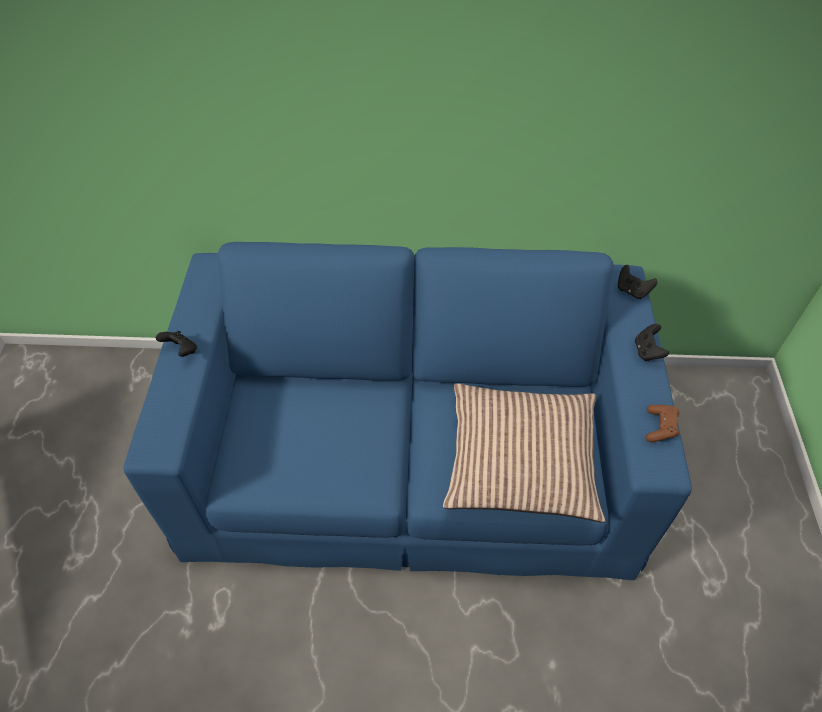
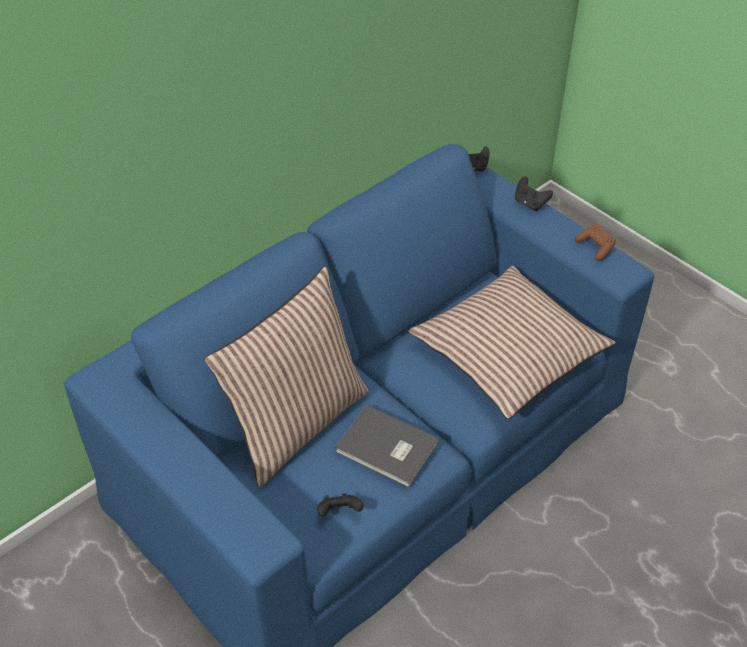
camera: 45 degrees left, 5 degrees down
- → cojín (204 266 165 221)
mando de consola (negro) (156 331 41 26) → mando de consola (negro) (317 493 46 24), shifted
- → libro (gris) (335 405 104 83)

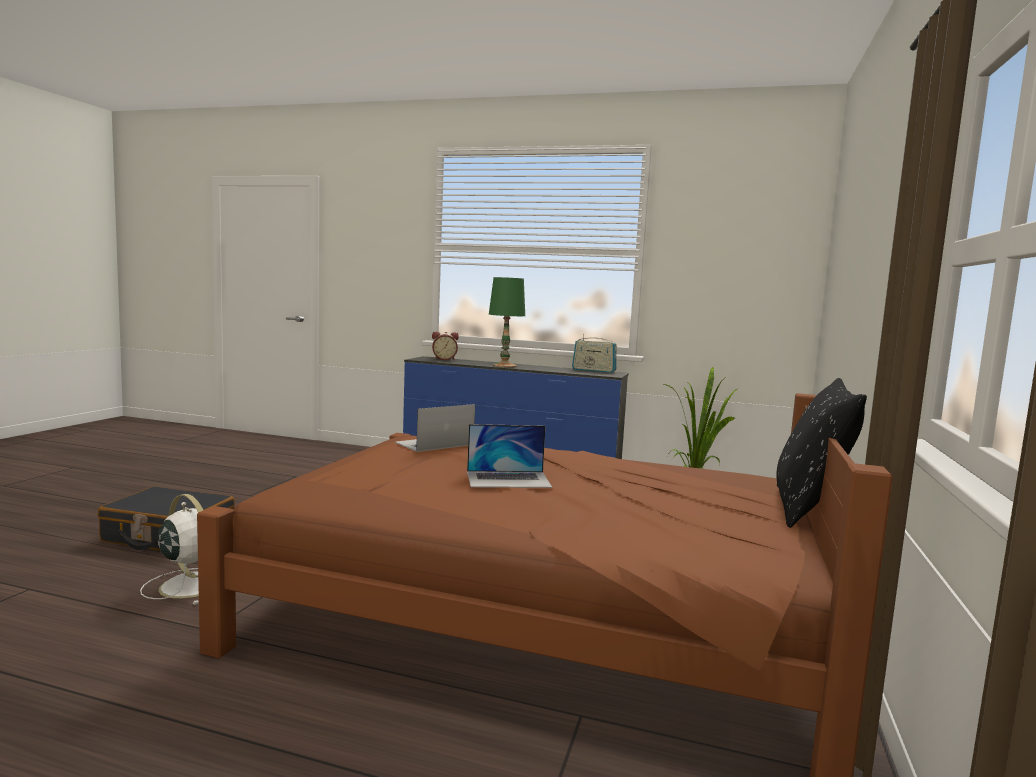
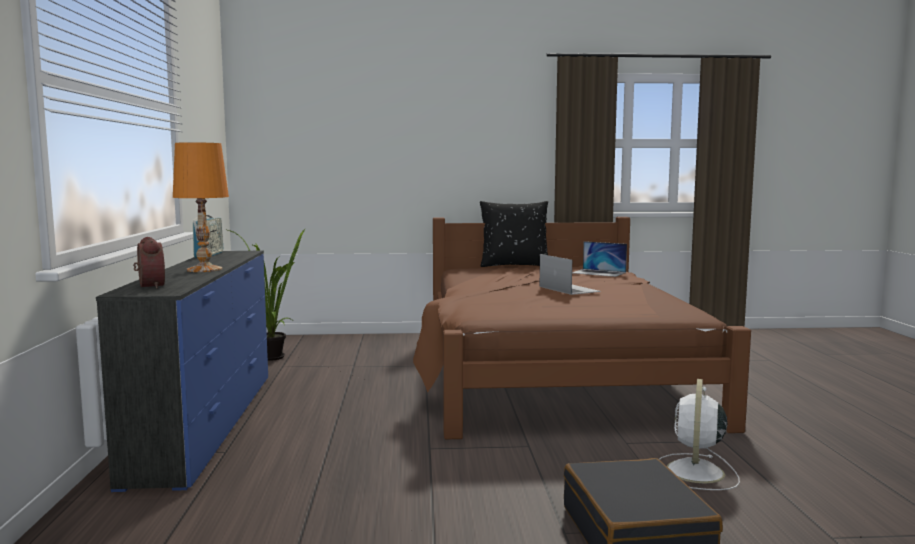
camera: 110 degrees left, 0 degrees up
lámpara de mesa (verde) (489 277 36 90) → lámpara de mesa (naranja) (173 142 56 130)
portátil (395 404 80 48) → portátil (572 241 55 36), shifted

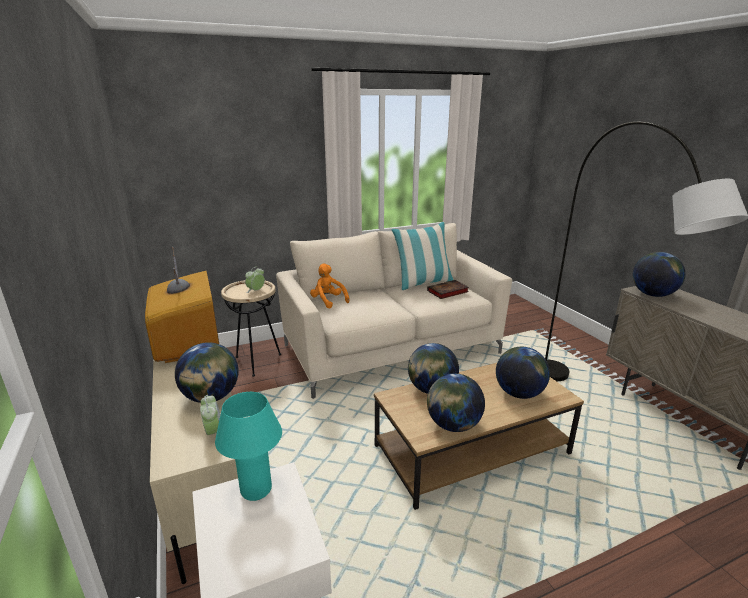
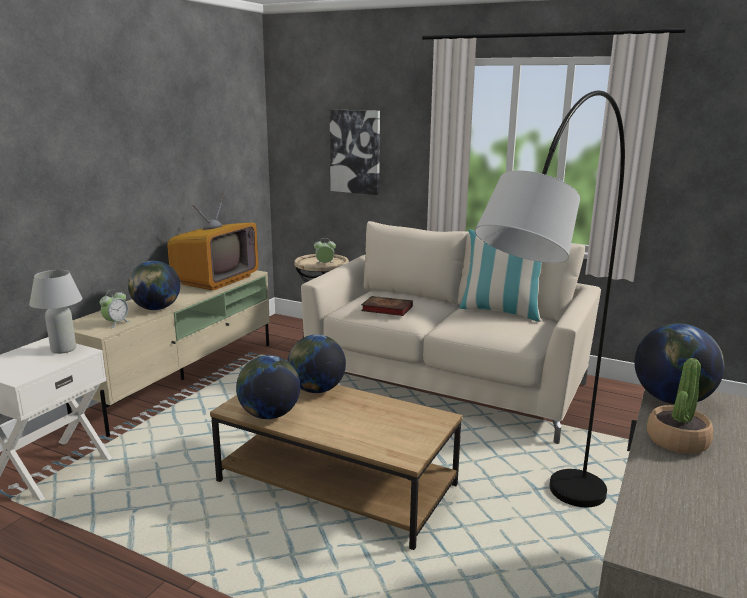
camera: 50 degrees right, 5 degrees down
lámpara de mesa (turquesa) (215 392 67 109) → lámpara de mesa (blanco) (29 270 53 84)
- → cuadro (330 109 50 86)
libro (427 280 42 19) → libro (361 296 52 20), shifted
- → planta en maceta (647 358 66 96)
peluche (naranja) (310 264 40 44) → -
globo terráqueo (496 347 54 52) → -

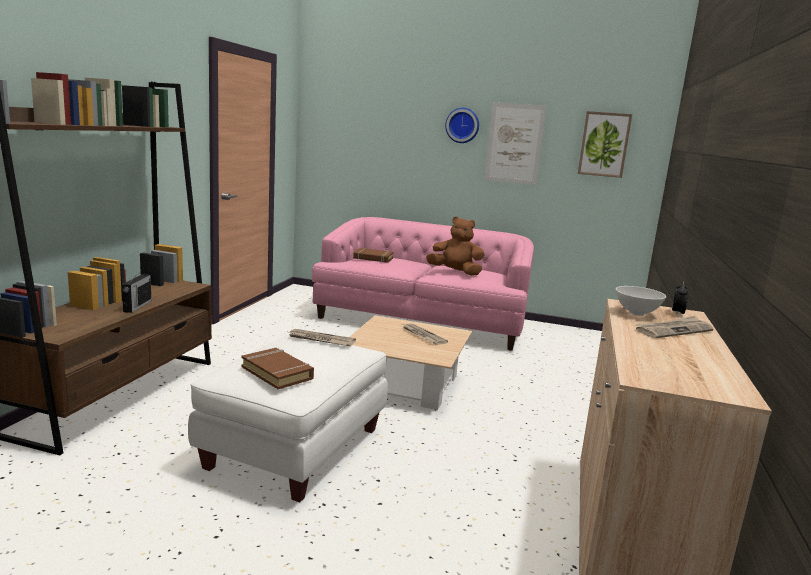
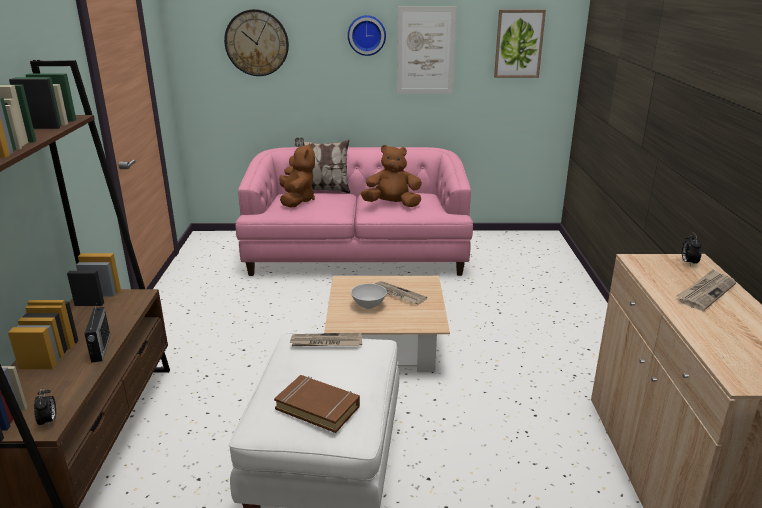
camera: 15 degrees left, 10 degrees up
- → despertador (34 388 22 39)
- → reloj de pared (224 9 65 67)
libro (marrón) (353 248 41 15) → peluche (marrón) (279 143 36 64)
- → cojín (295 138 55 55)
cuenco (blanco) (616 286 50 30) → cuenco (blanco) (351 283 36 26), shifted

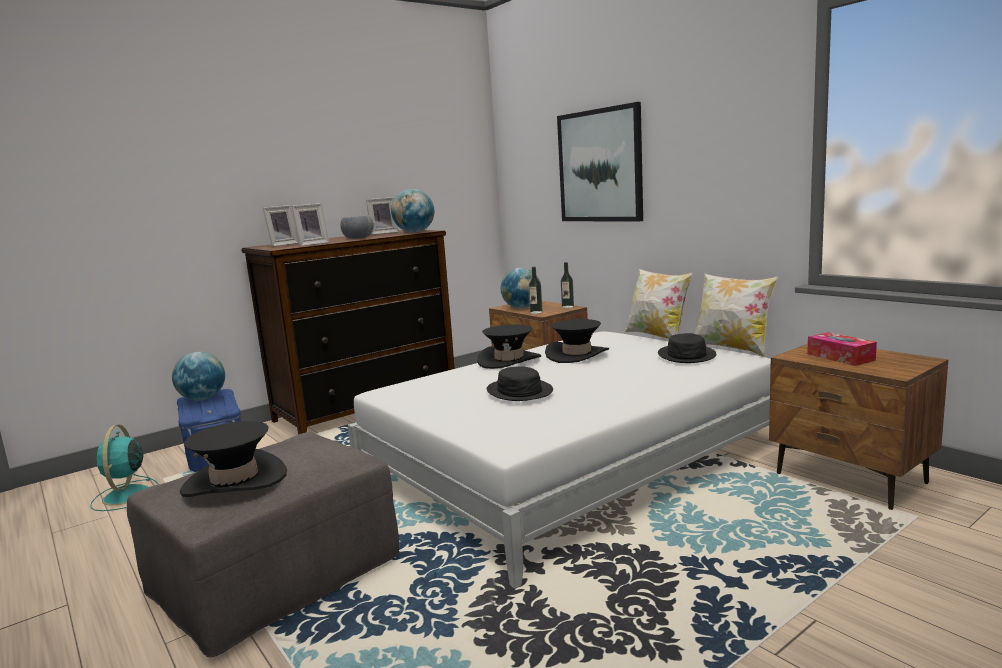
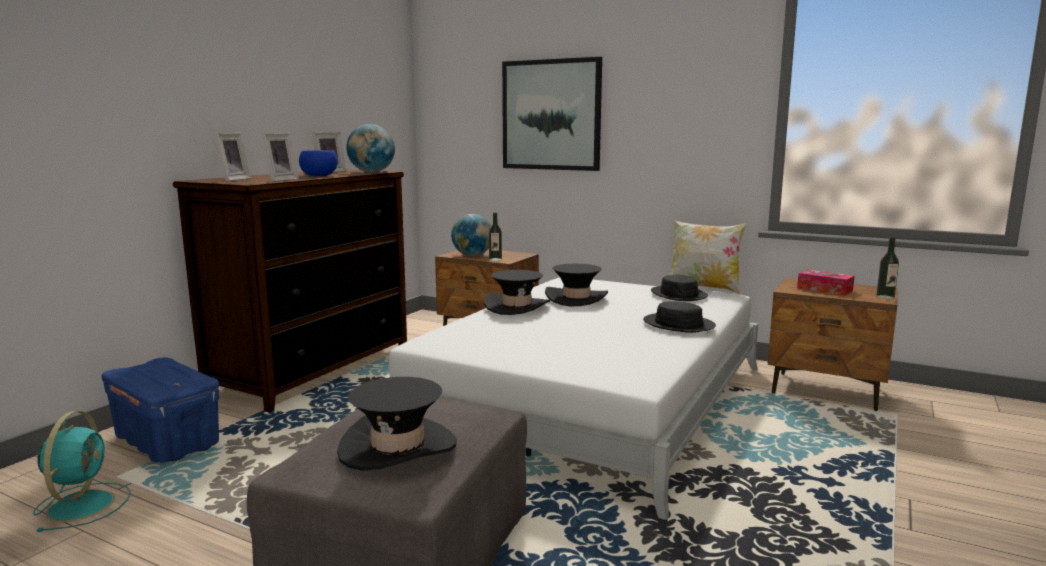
camera: 25 degrees left, 0 degrees up
ventilador (turquesa) (90 425 69 86) → ventilador (turquesa) (33 411 98 121), 150 degrees counterclockwise
cuenco (gris) (340 215 34 24) → cuenco (azul) (299 150 39 26)
sombrero (negro) (487 366 66 35) → sombrero (negro) (643 301 73 32), shifted
botella (561 262 13 46) → botella (876 237 23 62), shifted
globo terráqueo (172 352 53 48) → -
cojín (624 269 69 70) → -

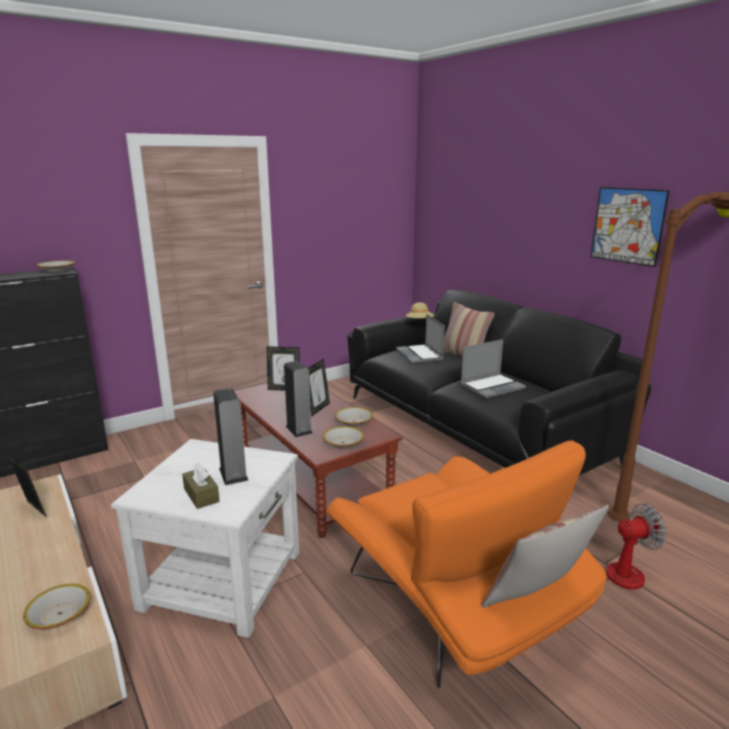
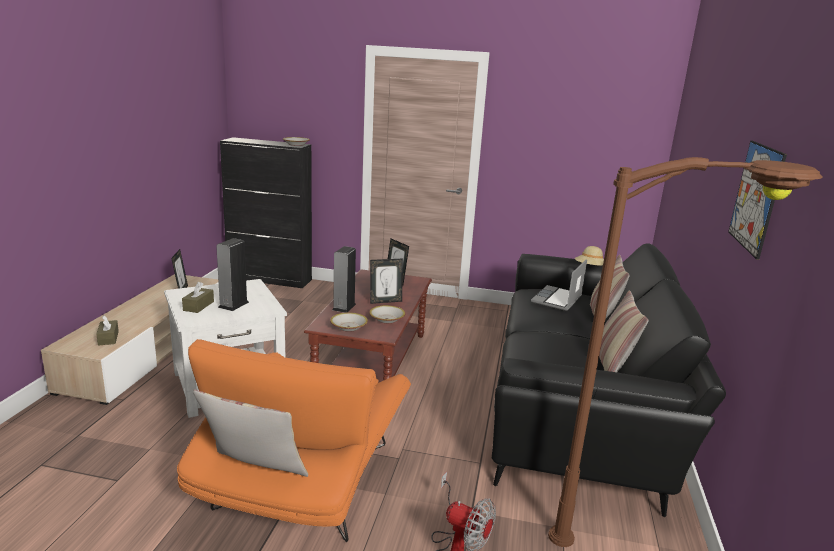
camera: 45 degrees right, 0 degrees up
cuenco (23 584 67 45) → caja de pañuelos (marrón) (96 316 23 30)
- → cojín (599 290 50 82)
portátil (460 339 66 60) → -

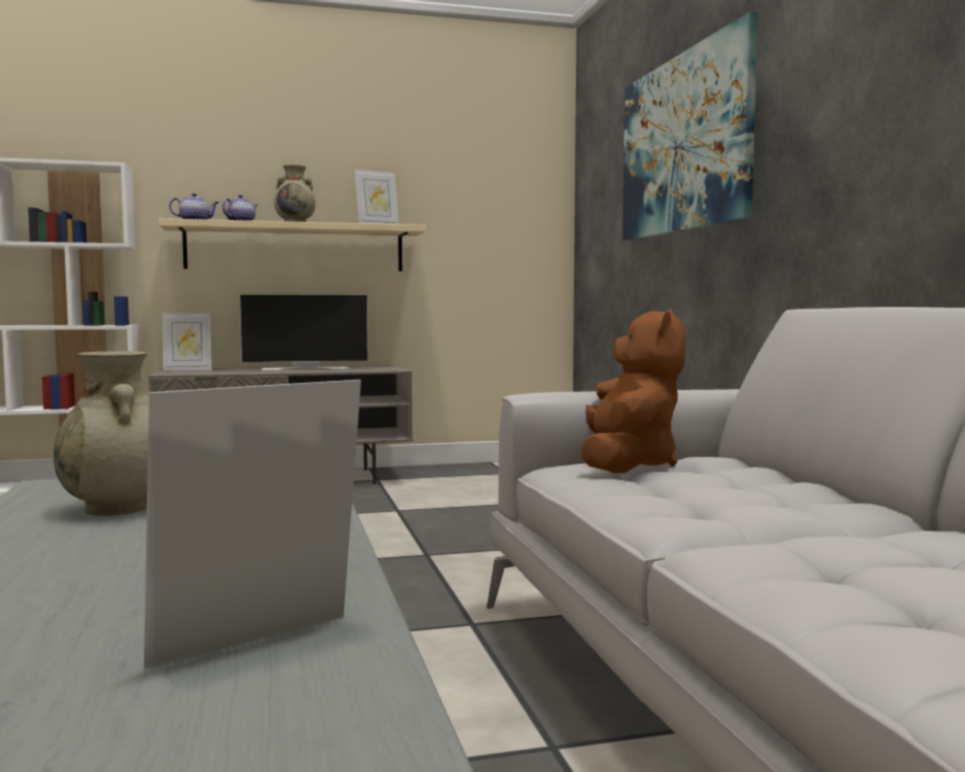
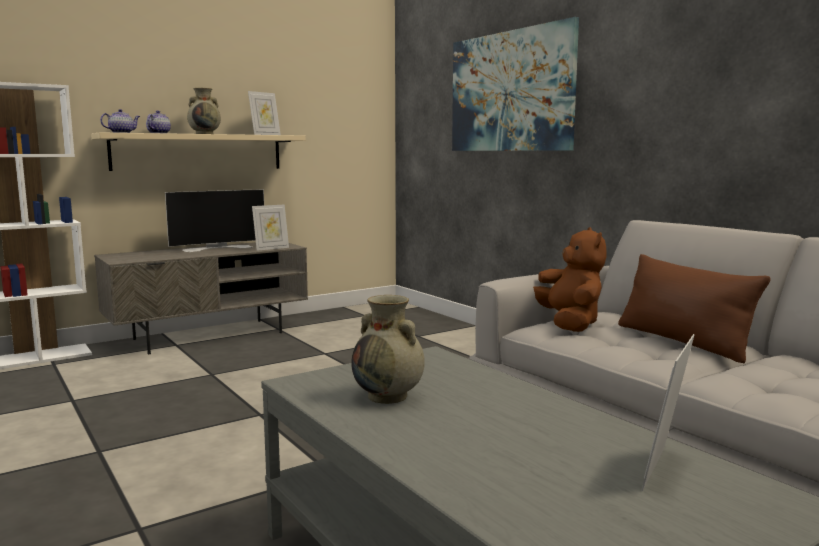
camera: 20 degrees left, 5 degrees up
portarretratos (162 313 50 58) → portarretratos (252 204 37 47), shifted
- → cojín (marrón) (618 254 153 110)

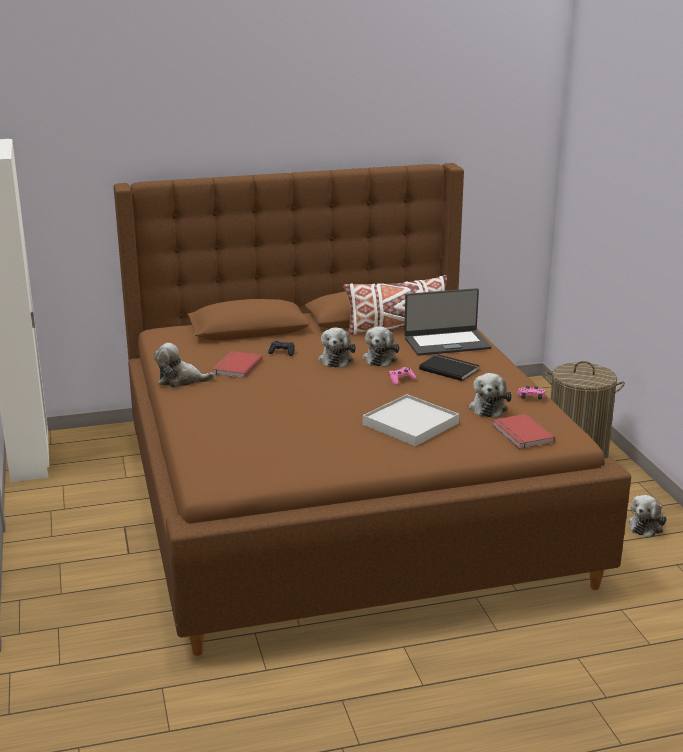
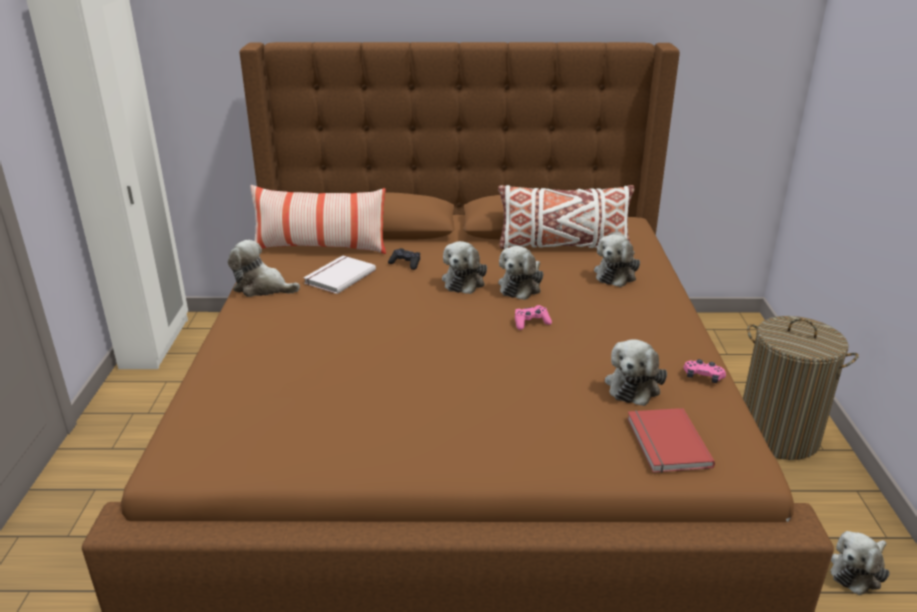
camera: 15 degrees right, 5 degrees up
- → cojín (251 185 135 69)
libro (rojo) (212 351 51 27) → libro (blanco) (304 256 72 38)
portátil (404 288 88 68) → peluche (594 234 46 53)
bandeja (blanco) (363 394 96 52) → -
libro (negro) (419 354 60 27) → -

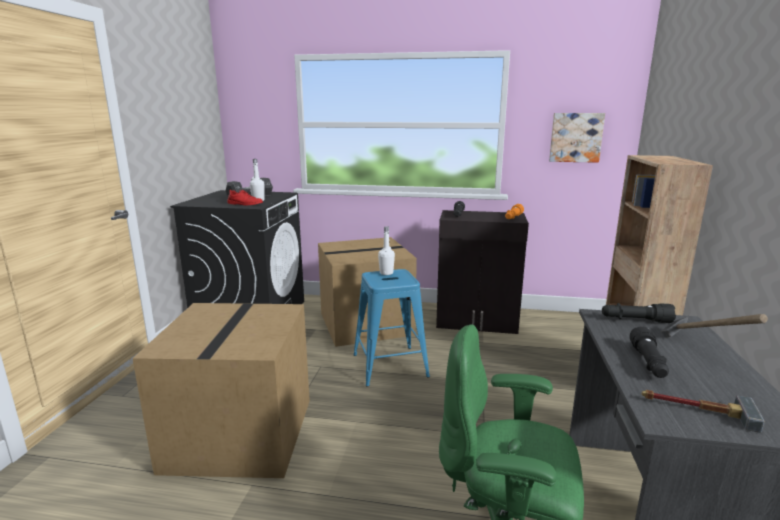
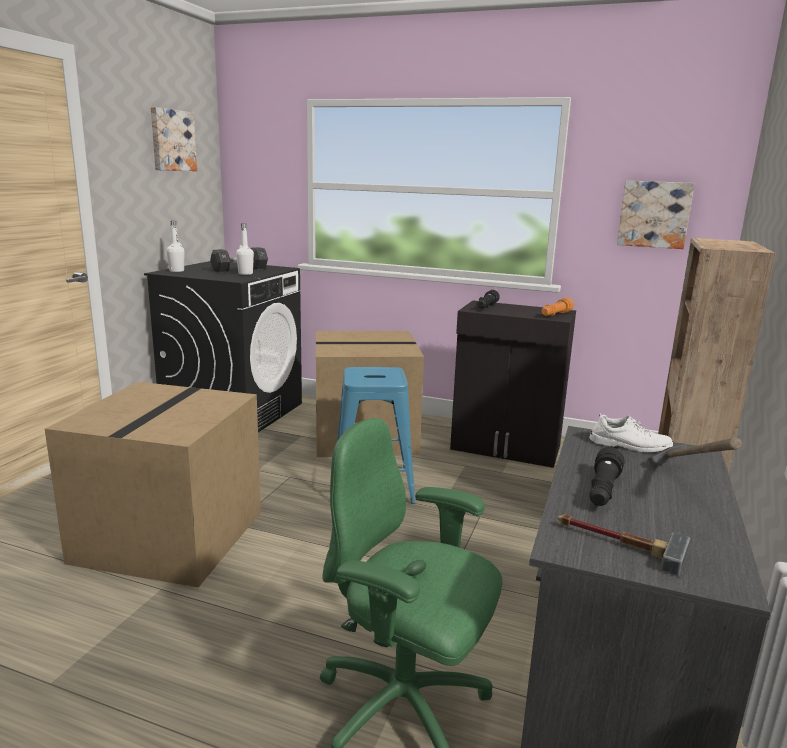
camera: 10 degrees right, 0 degrees up
- → cuadro (151 107 46 64)
botella (blanco) (378 226 17 49) → botella (blanco) (166 221 18 51), shifted
linterna (negro) (602 303 74 20) → zapato (blanco) (589 414 84 38)
zapato (rojo) (227 190 36 16) → -

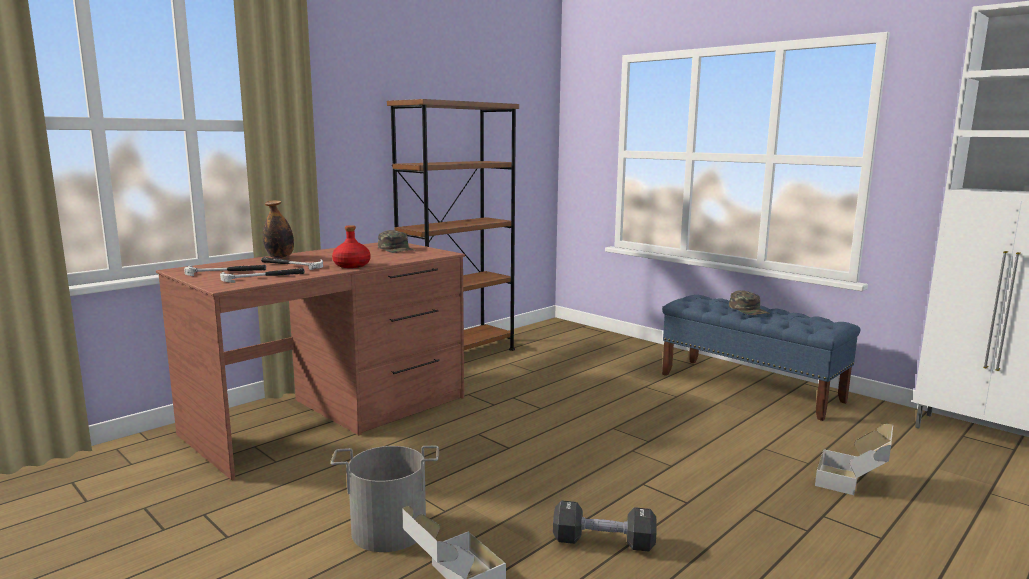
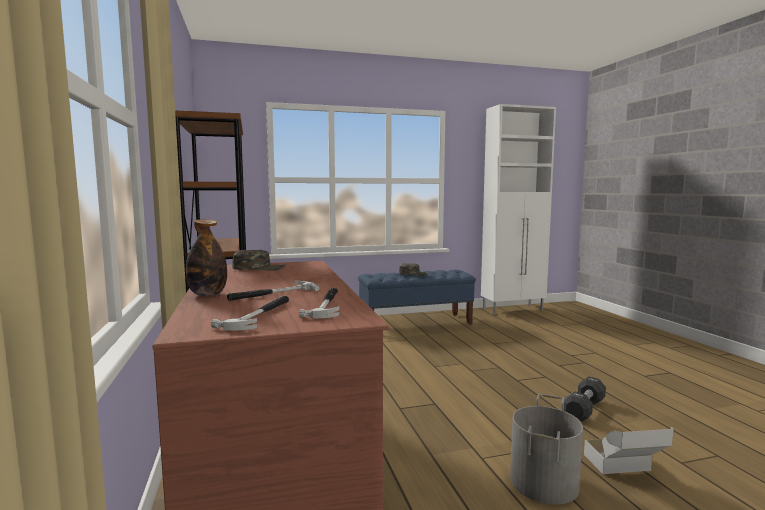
camera: 60 degrees left, 5 degrees down
botella (rojo) (332 225 39 43) → -
caja de cartón (815 424 78 71) → -

